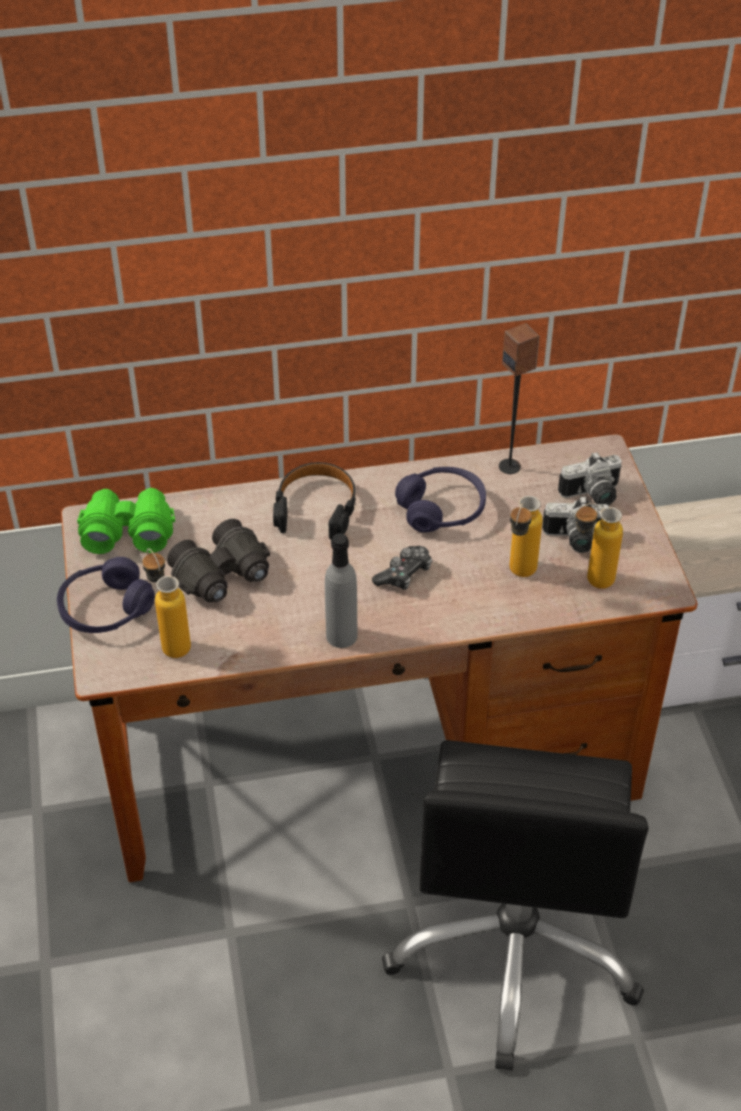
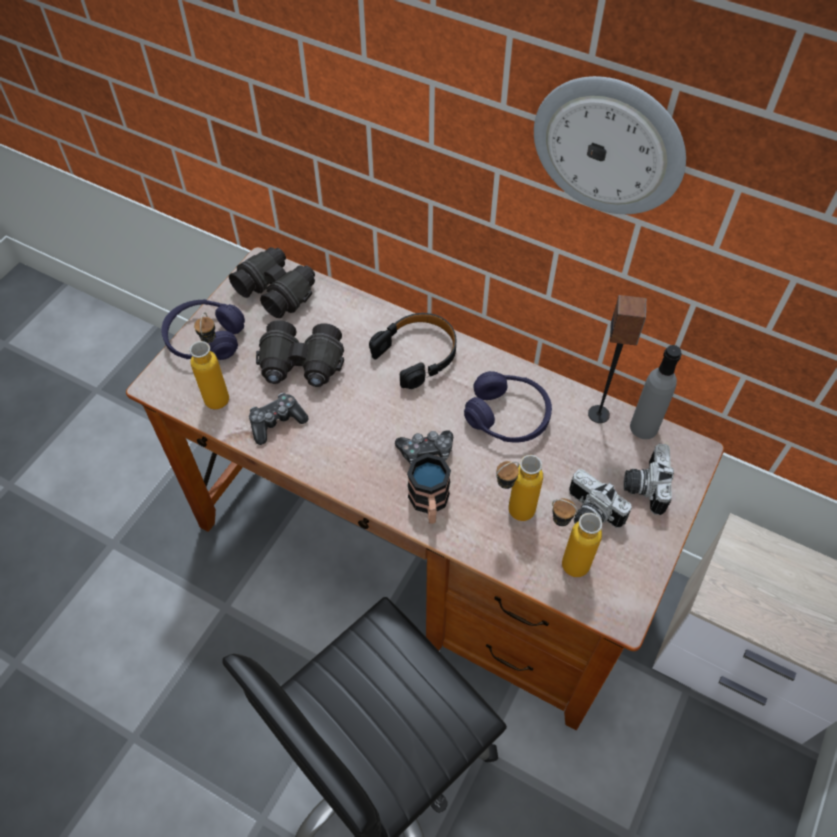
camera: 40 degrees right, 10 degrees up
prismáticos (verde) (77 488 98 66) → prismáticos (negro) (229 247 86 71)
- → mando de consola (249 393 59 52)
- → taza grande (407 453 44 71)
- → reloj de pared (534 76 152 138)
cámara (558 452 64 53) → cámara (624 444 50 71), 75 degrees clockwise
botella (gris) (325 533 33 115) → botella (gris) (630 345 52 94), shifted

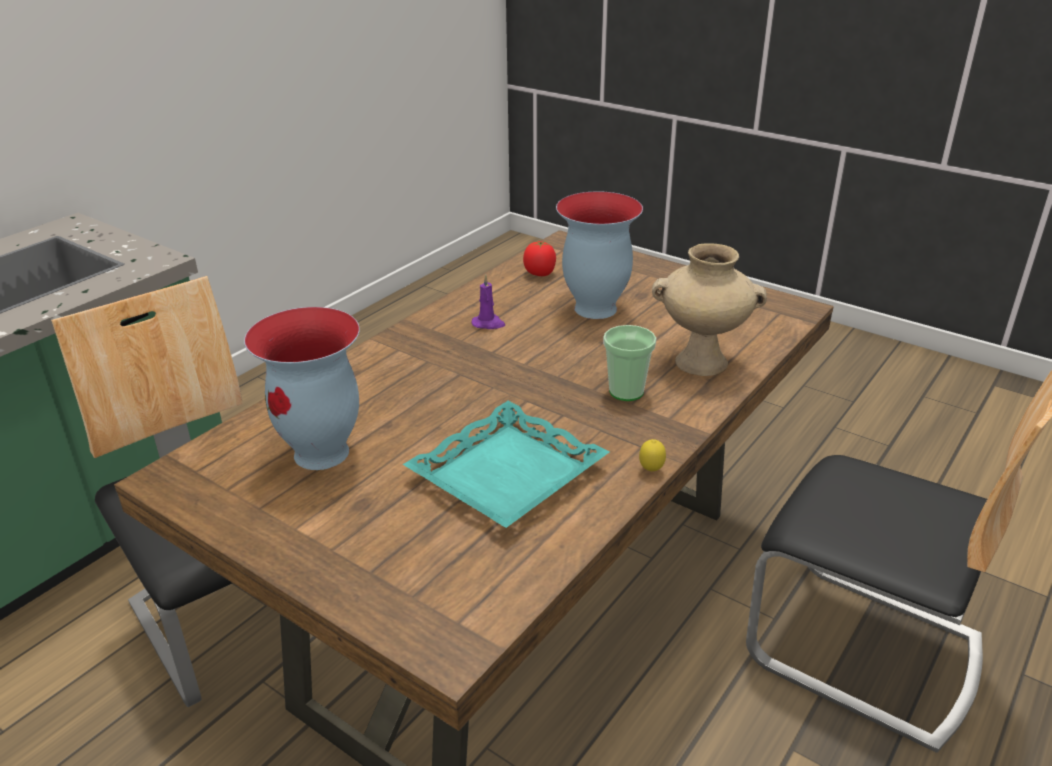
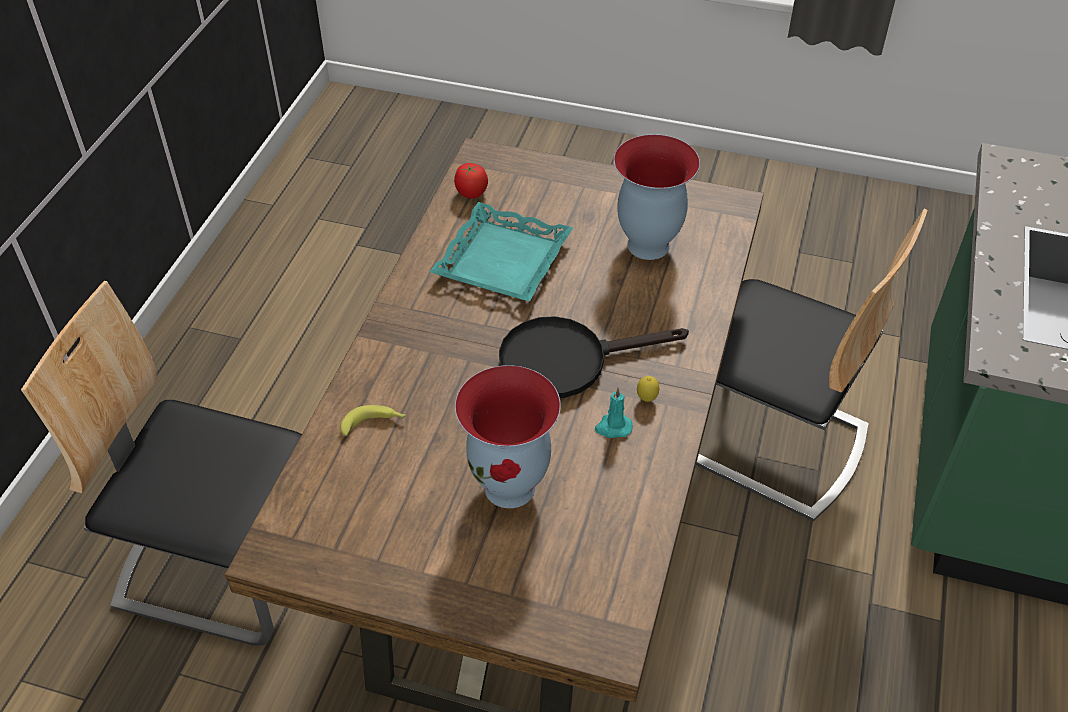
camera: 160 degrees right, 15 degrees up
florero (beis) (652 243 115 133) → plátano (340 405 66 31)
tomate (523 241 33 35) → tomate (454 163 34 36), shifted
- → sartén (negro) (499 316 190 82)
vela (morado) (472 274 33 55) → vela (turquesa) (595 388 37 50)
limón (639 439 27 32) → limón (637 376 22 26), shifted
taza (603 325 53 76) → -

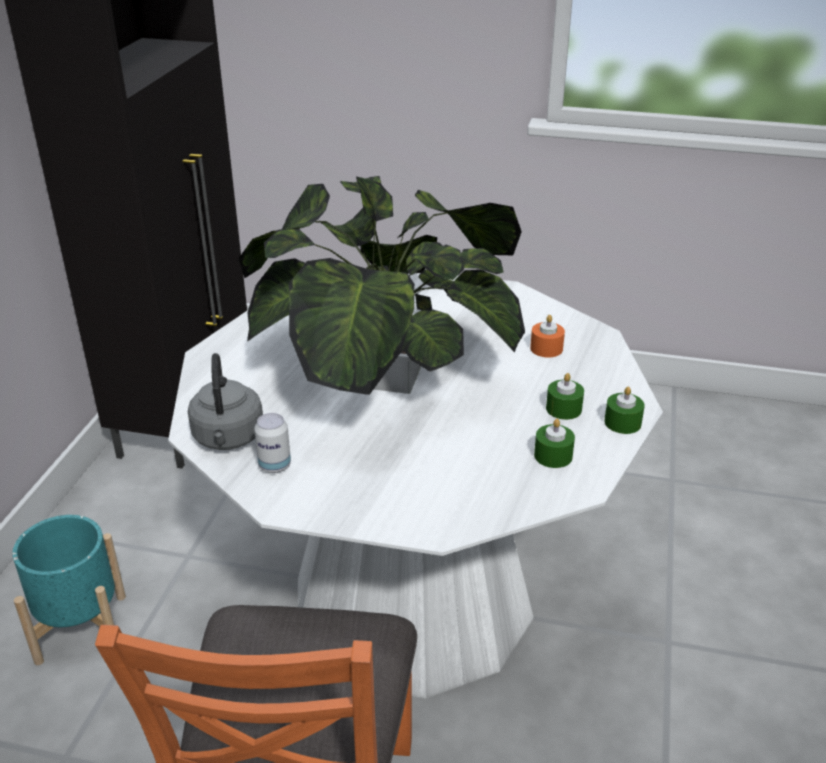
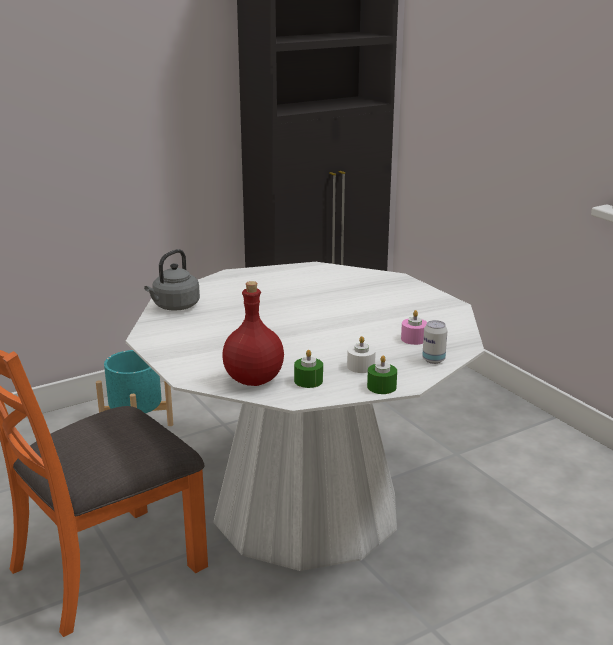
camera: 45 degrees right, 10 degrees down
- → botella (rojo) (222 281 62 105)
vela (verde) (546 373 38 47) → vela (blanco) (347 336 29 37)
vela (naranja) (530 315 35 43) → vela (rosa) (401 310 26 35)
lata (254 413 37 60) → lata (422 320 26 44), shifted
planta en maceta (239 176 286 219) → -

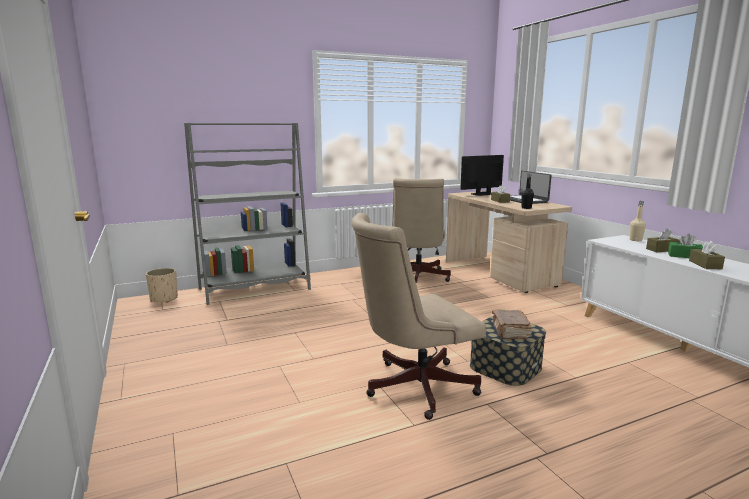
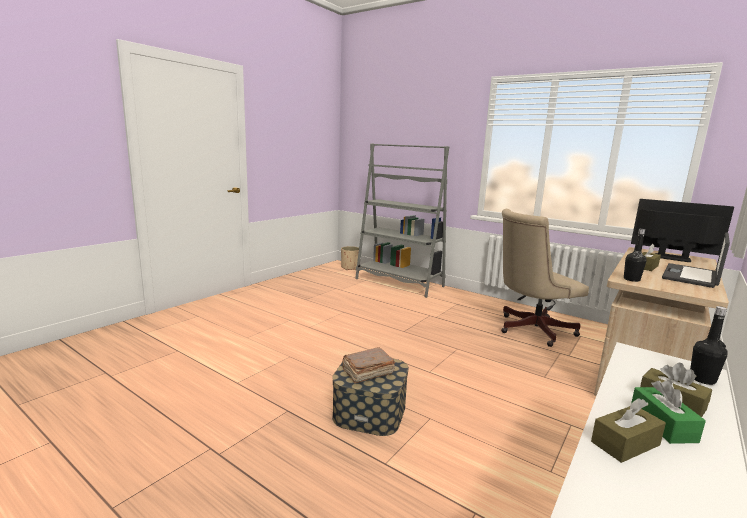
camera: 60 degrees right, 0 degrees up
botella (beis) (630 201 16 40) → botella (negro) (690 306 38 79)
silla de oficina (beis) (352 213 134 207) → -

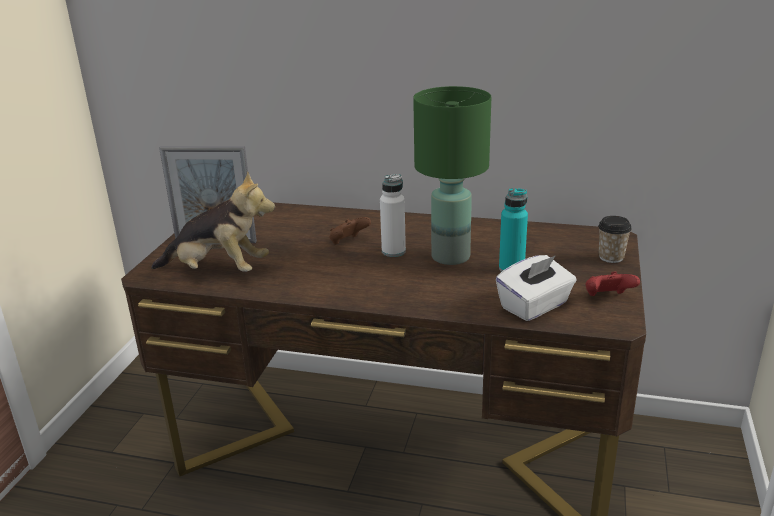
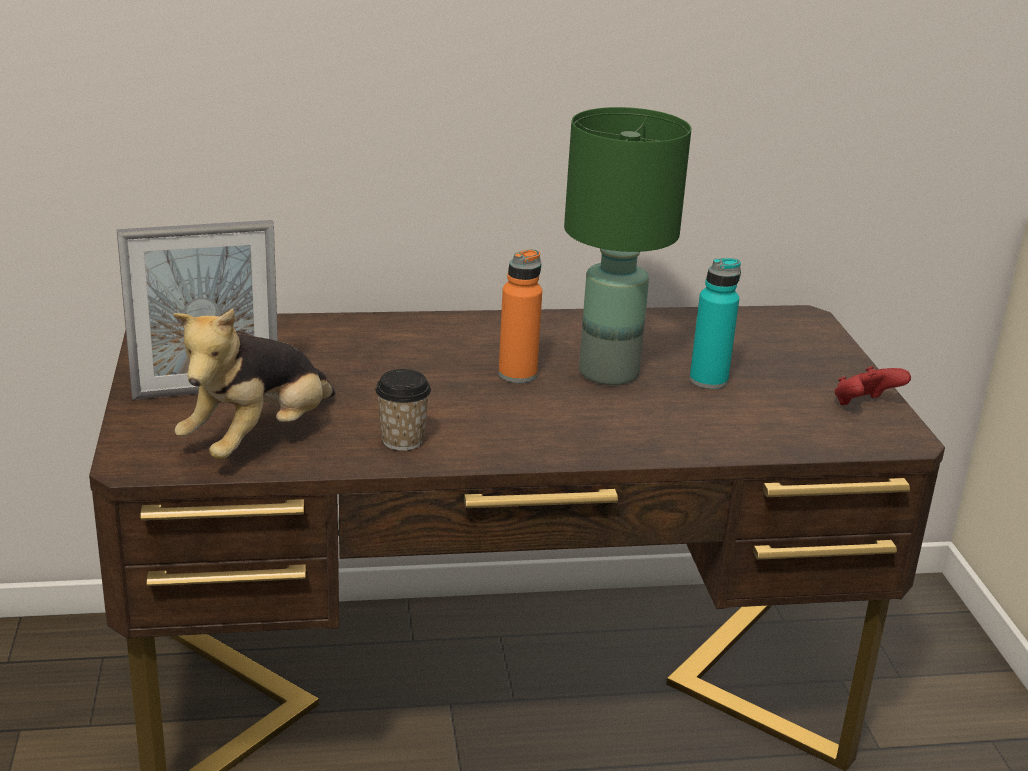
camera: 25 degrees left, 0 degrees up
peluche (151 171 124 101) → peluche (173 308 162 151), 135 degrees clockwise
taza (598 216 34 47) → taza (376 369 55 82), shifted
botella (blanco) (380 174 26 83) → botella (naranja) (499 249 43 134)
mando de consola (marrón) (329 217 42 28) → -
caja de pañuelos (blanco) (496 255 80 66) → -

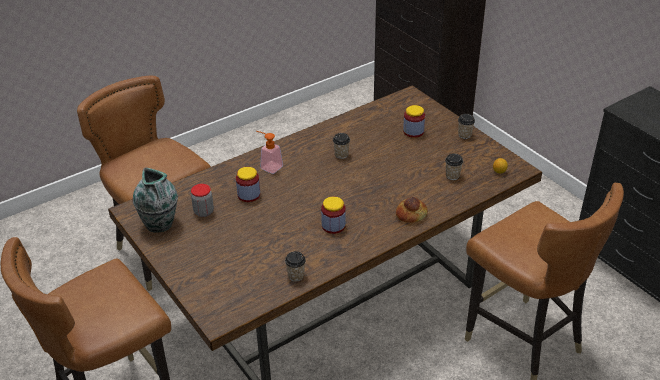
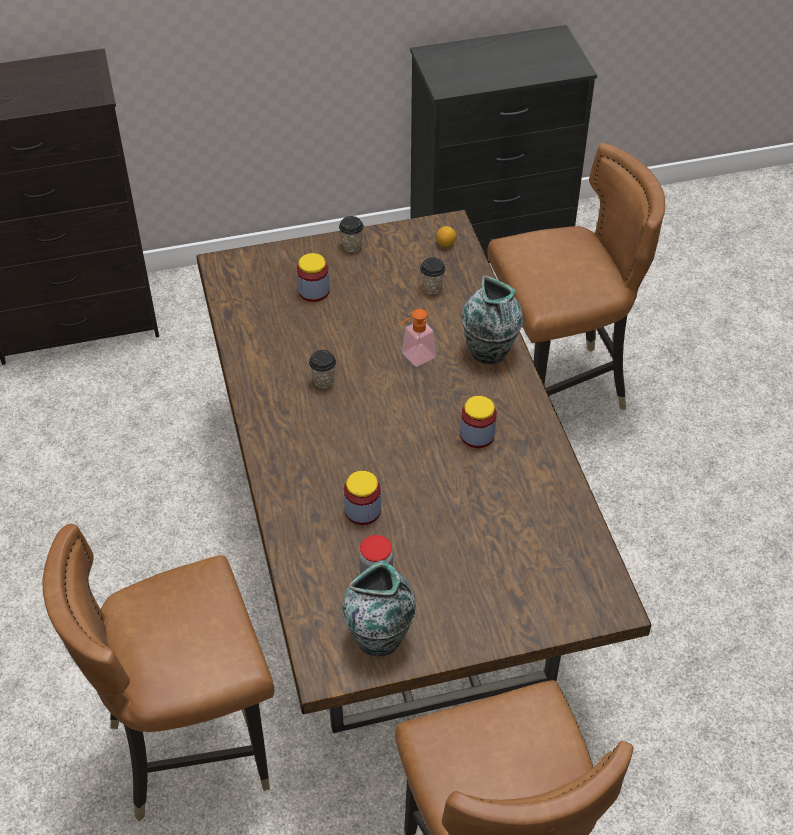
camera: 70 degrees left, 10 degrees up
dispensador de jabón (256 131 27 43) → dispensador de jabón (399 309 37 58), shifted
pan (396 197 32 26) → florero (461 275 62 89)
taza (285 251 21 31) → -

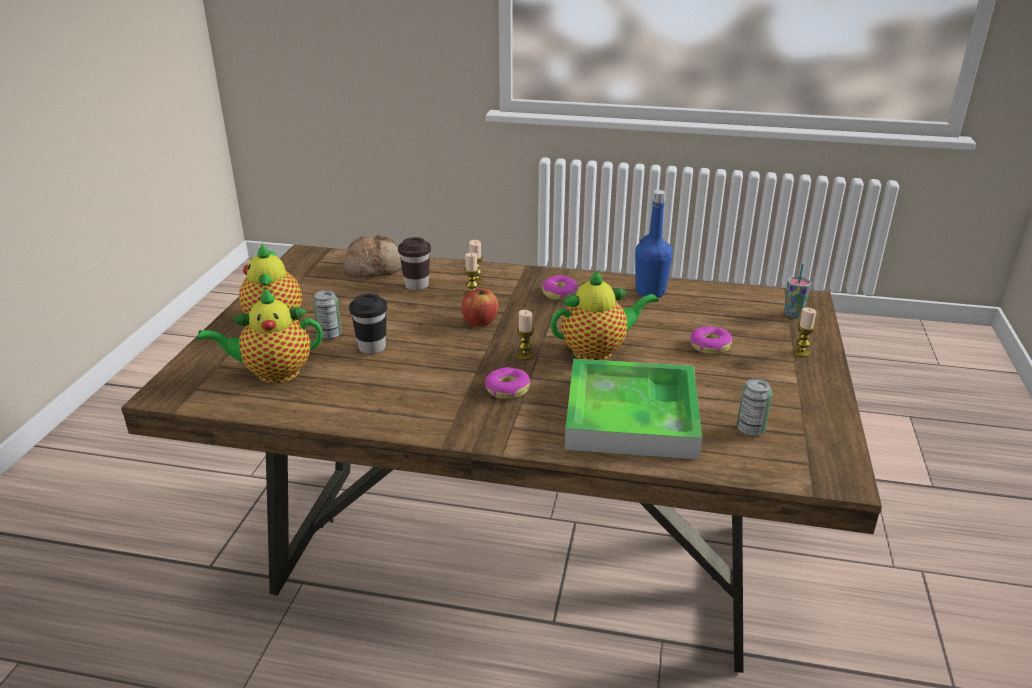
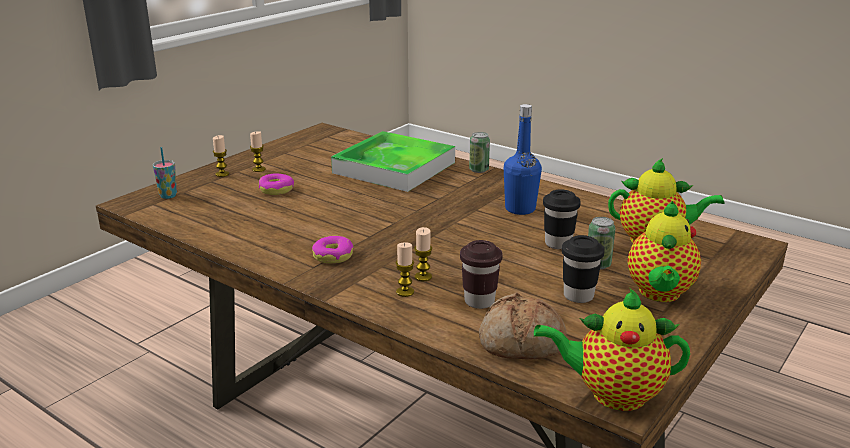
camera: 155 degrees left, 5 degrees down
vela (517 310 17 50) → vela (250 131 16 41), shifted
lata (737 378 35 58) → lata (469 132 21 41), shifted
botella (azul) (635 190 38 108) → botella (azul) (504 104 38 111), shifted
tetera (551 270 108 90) → tetera (534 288 156 123), shifted
- → taza (negro) (562 235 43 68)
manzana (462 288 36 39) → -
rosquilla (485 367 45 32) → -

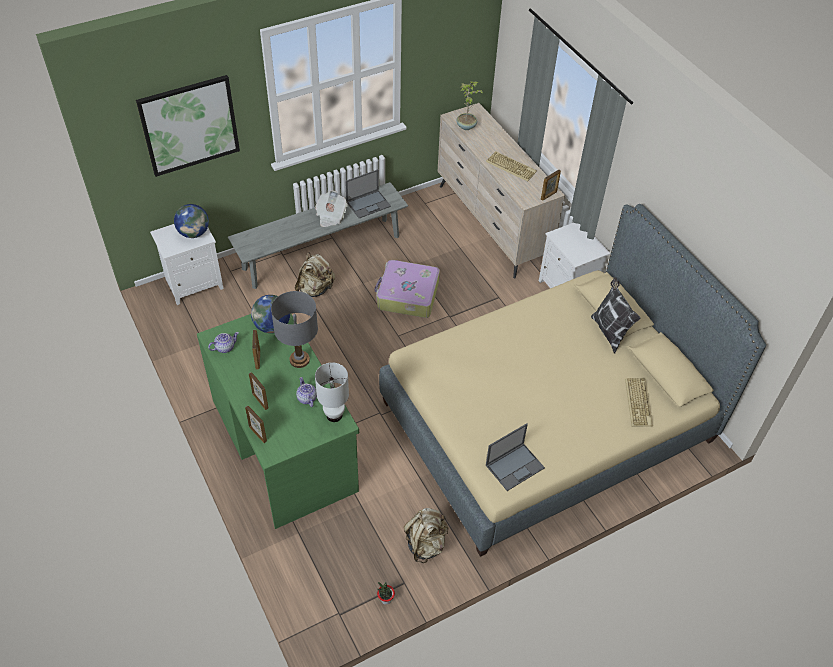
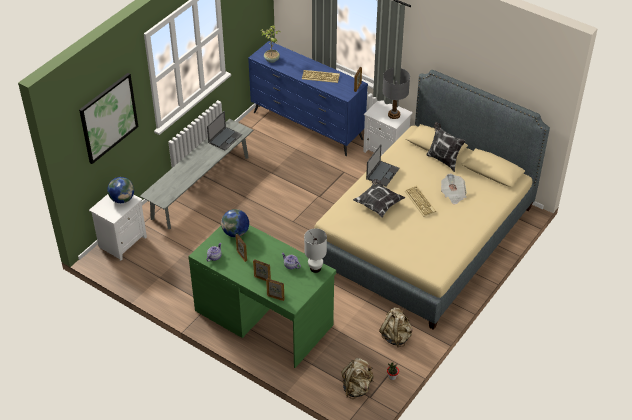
camera: 25 degrees left, 5 degrees down
cómoda (beis) (437 103 128 176) → cómoda (azul) (248 41 120 115)
mochila (beis) (295 253 40 44) → mochila (beis) (342 358 32 41), shifted
- → cojín (353 179 52 38)
portátil (486 423 59 68) → portátil (366 144 34 42), shifted
lámpara de mesa (gris) (271 291 47 77) → lámpara de mesa (gris) (382 68 28 51), shifted
teclado (625 378 28 49) → teclado (405 186 31 31), shifted
periódico (315 190 33 37) → periódico (441 173 26 32), shifted
maleta (375 260 65 58) → -

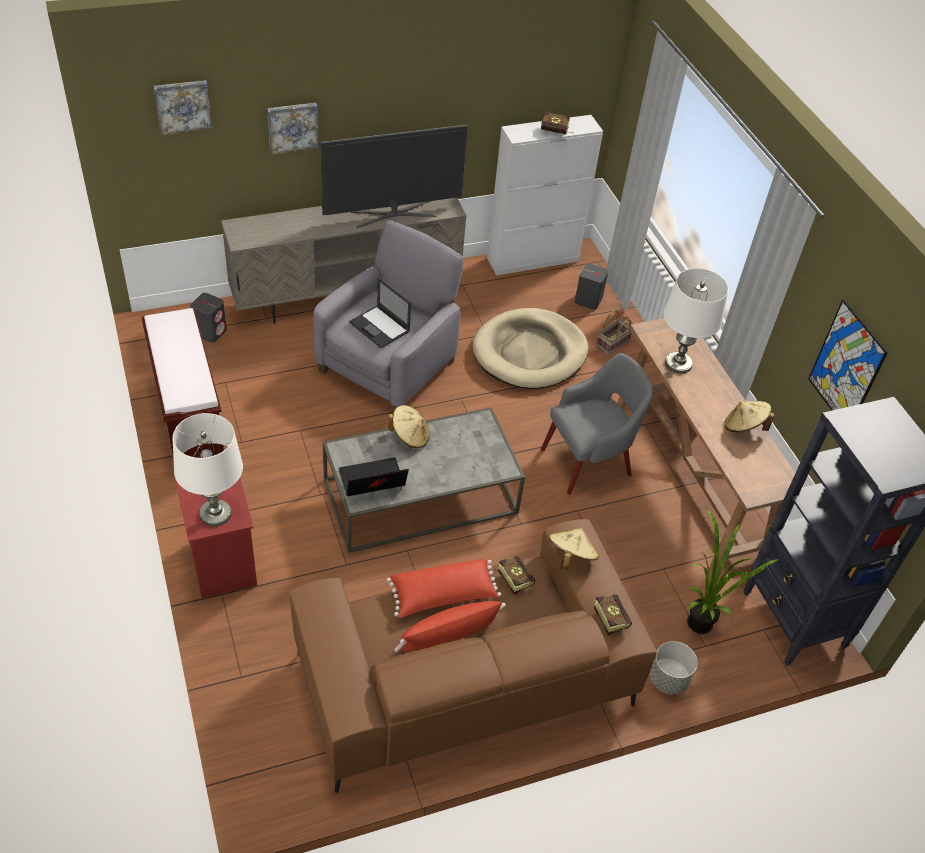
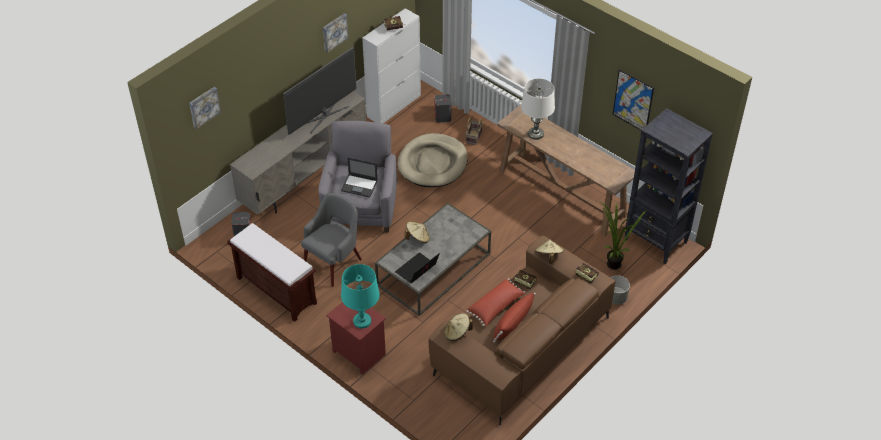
camera: 25 degrees left, 0 degrees up
sillón (gris) (541 353 112 142) → sillón (gris) (301 193 61 94), shifted
cuadro (267 103 52 51) → cuadro (323 14 25 39), shifted
lámpara de mesa (blanco) (173 413 70 114) → lámpara de mesa (turquesa) (341 264 39 65)
sombrero (beis) (724 401 51 31) → sombrero (beis) (445 313 28 28), shifted

